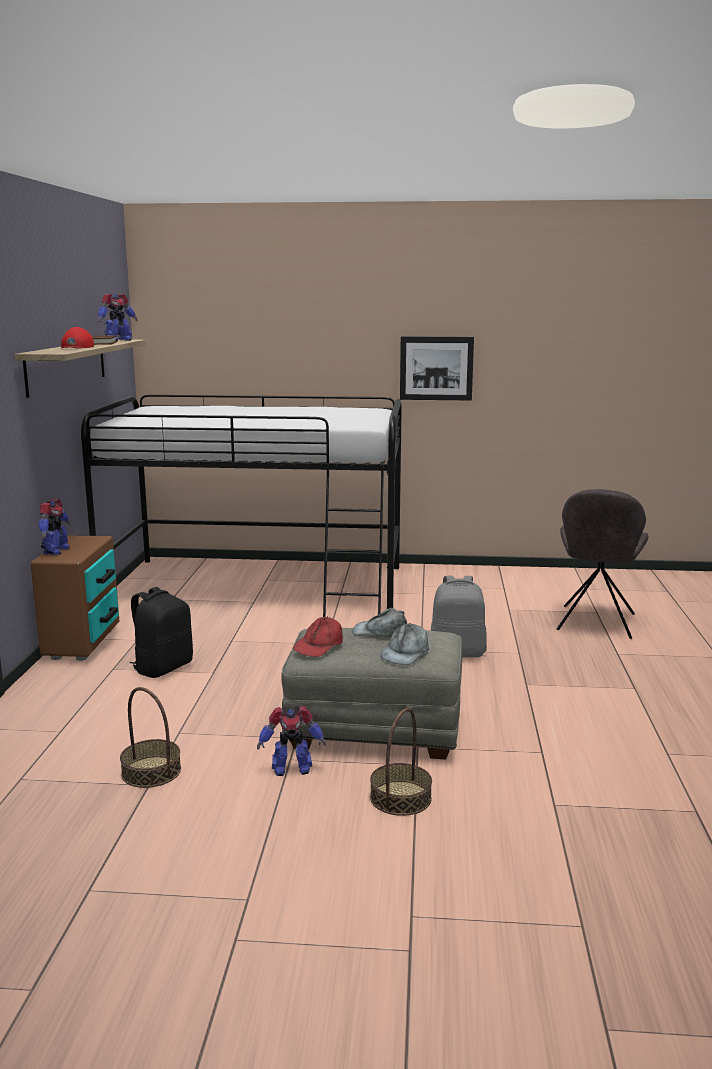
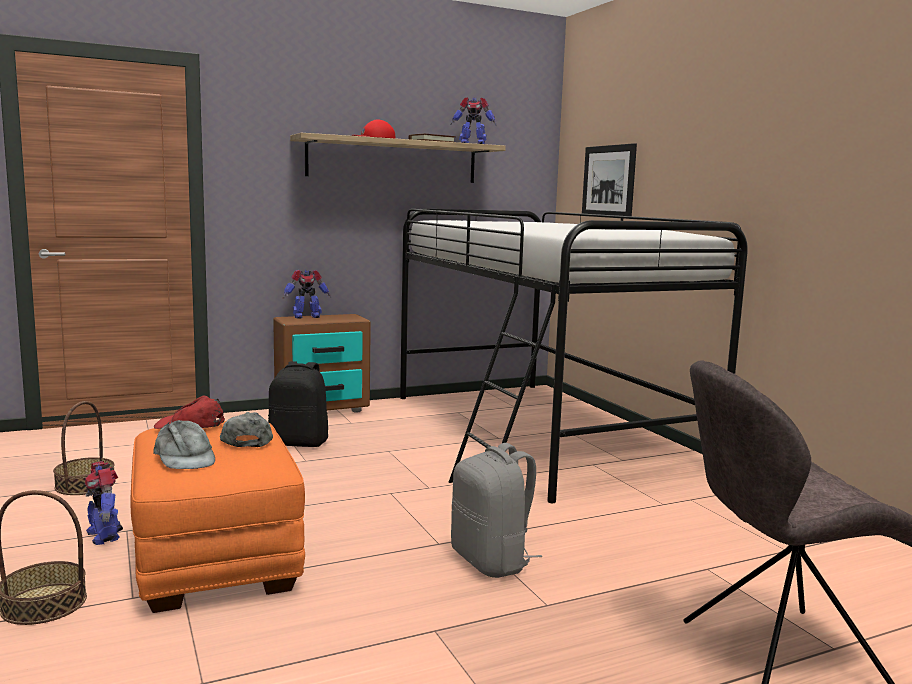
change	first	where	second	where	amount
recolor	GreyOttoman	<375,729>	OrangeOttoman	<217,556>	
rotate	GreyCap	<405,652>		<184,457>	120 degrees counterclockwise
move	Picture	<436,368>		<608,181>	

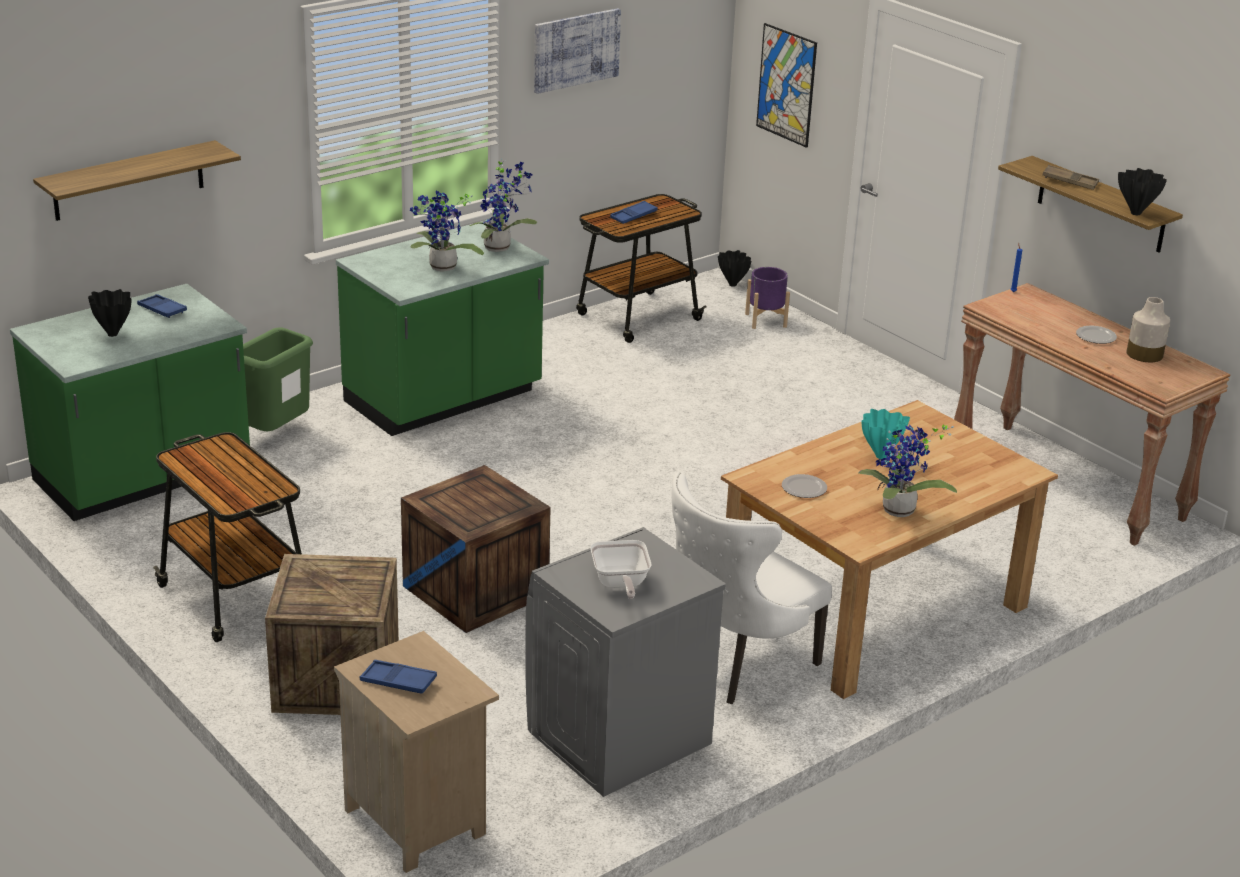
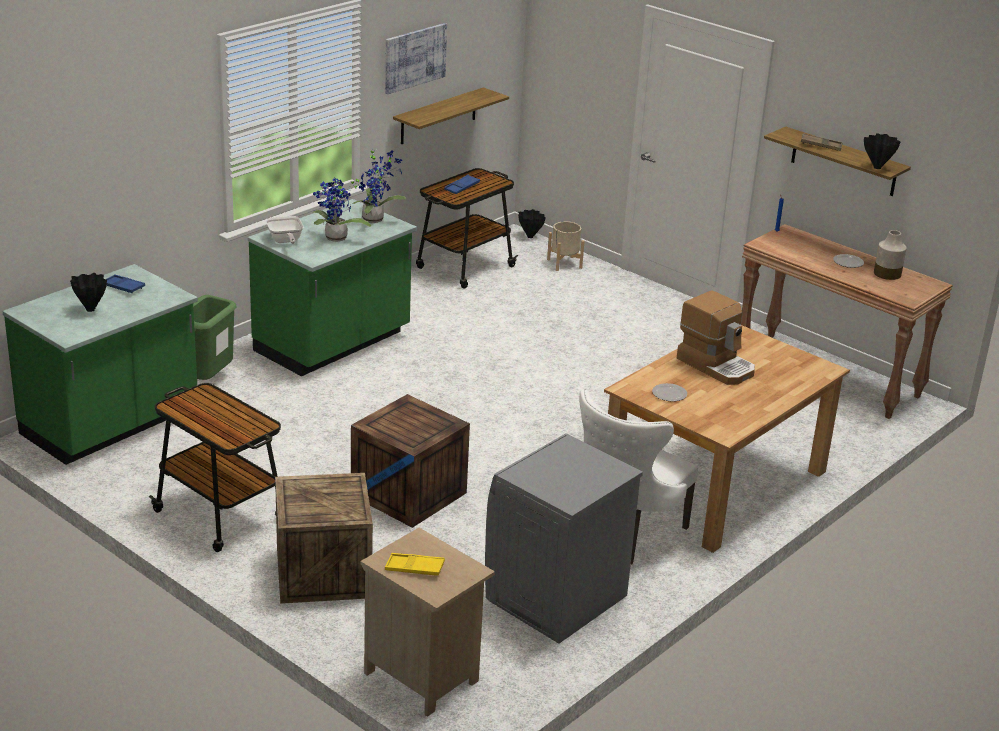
change	first	where	second	where	amount
move	Shelf	<128,181>		<438,116>	
recolor	BlueTray	<398,681>	YellowTray	<414,568>	
move	FryingPan	<620,584>		<285,241>	
recolor	PurplePlanter	<765,320>	BeigePlanter	<564,263>	
delete	Picture	<786,85>			
delete	PottedPlant	<899,512>			
replace	TurquoiseVase	<880,456>	CoffeeMachine	<716,365>	

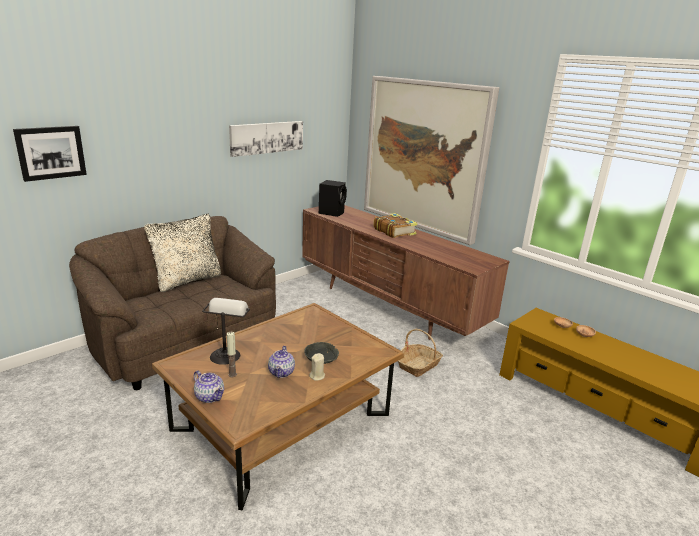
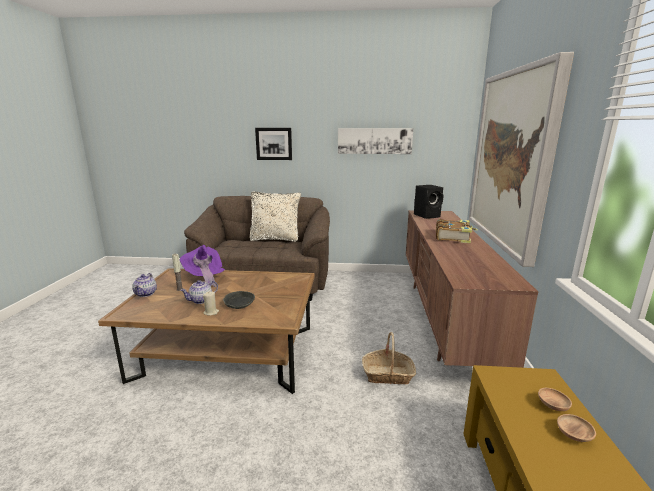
change	first	where	second	where	amount
move	Picture	<51,152>		<274,143>	
replace	TableLamp	<226,352>	PurpleHat	<204,278>	

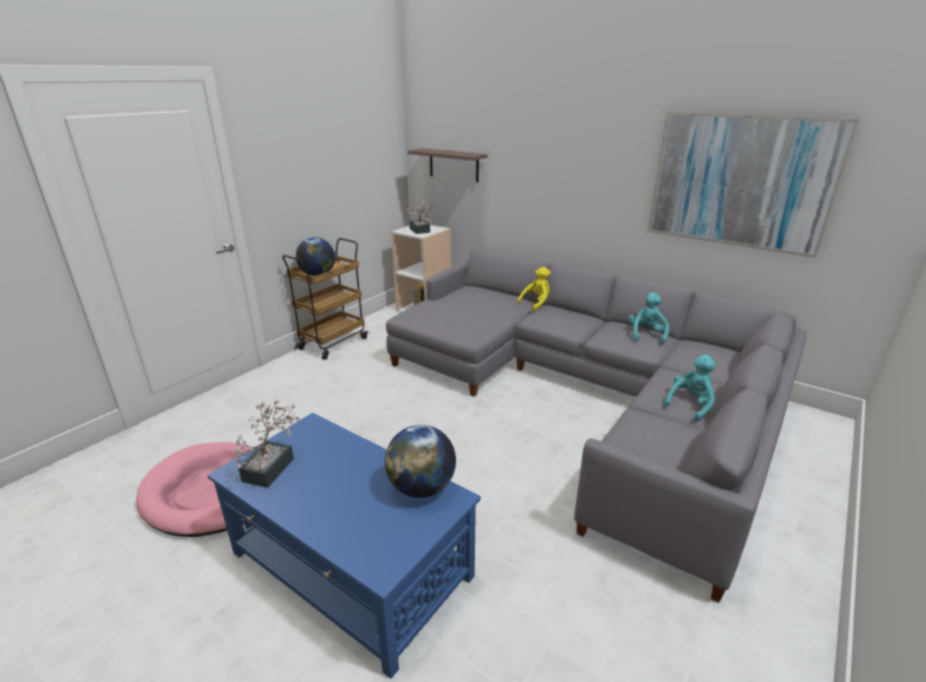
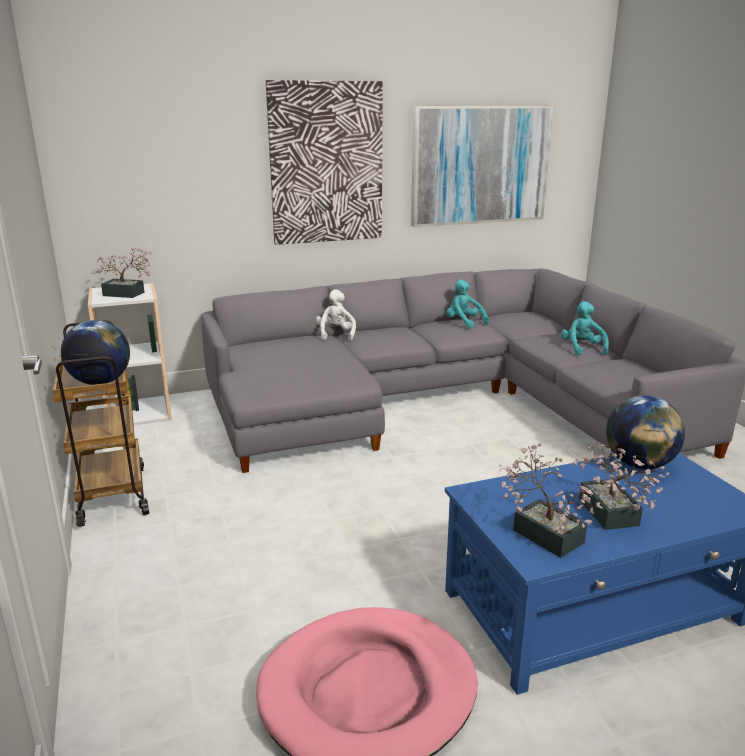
change	first	where	second	where	amount
delete	Shelf	<453,165>			
recolor	YellowPlushToy	<536,303>	WhitePlushToy	<335,335>	
insert			Picture	<326,163>	
insert			PottedPlant	<611,516>	

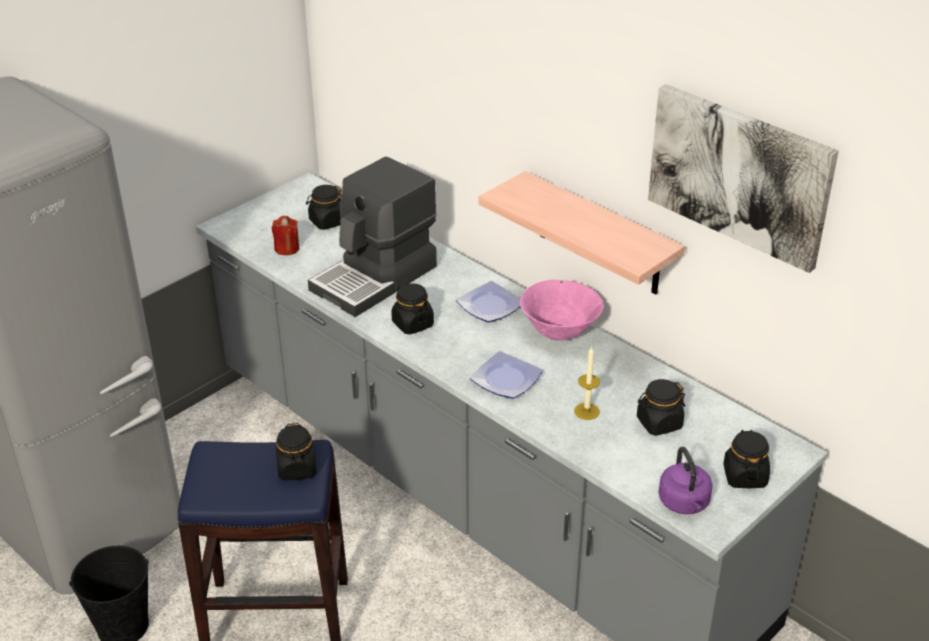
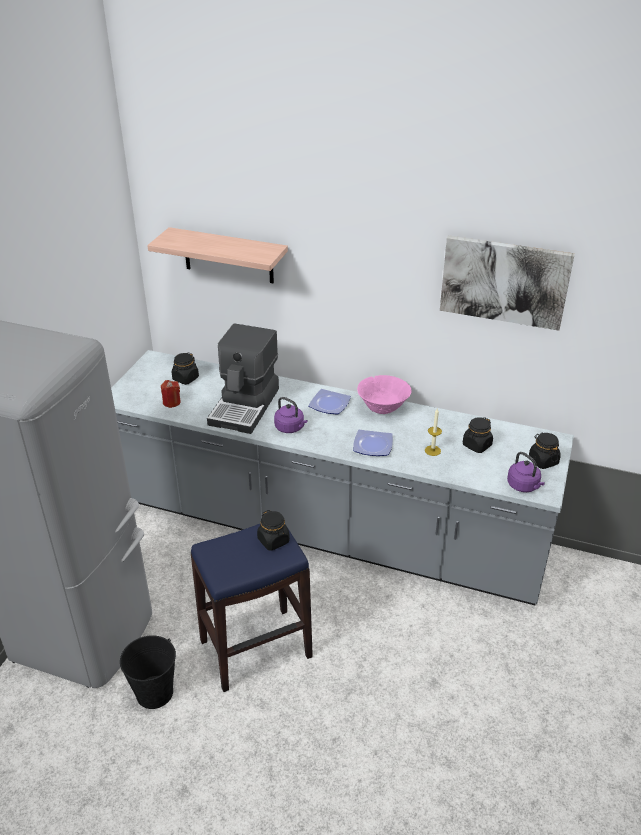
change	first	where	second	where	amount
replace	BlackJar	<412,324>	PurpleKettle	<290,428>	
move	Shelf	<599,235>		<228,256>	

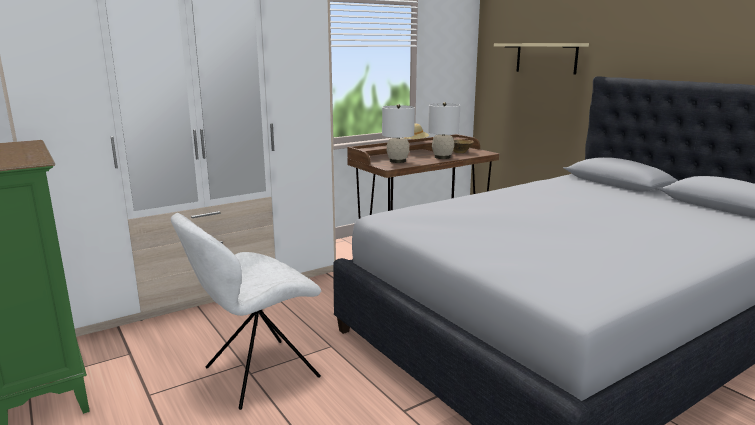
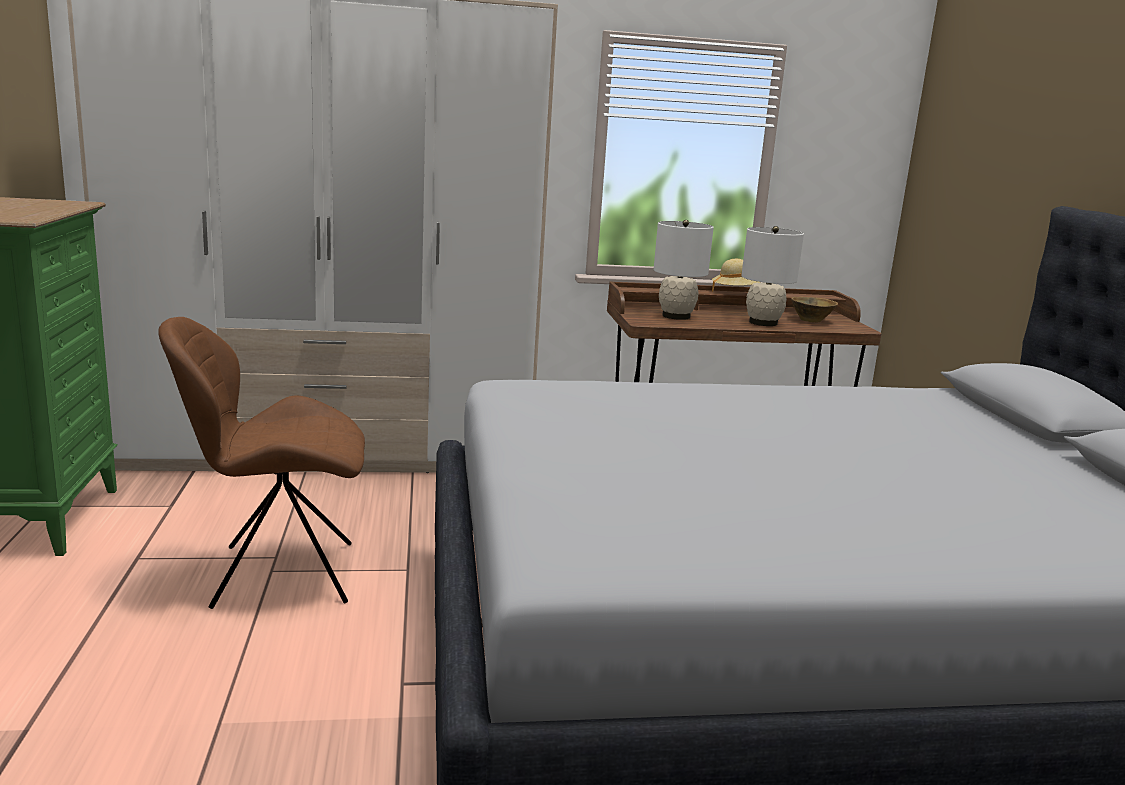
change	first	where	second	where	amount
recolor	WhiteChair	<257,374>	BrownChair	<278,574>	
delete	BeigeShelf	<546,58>			

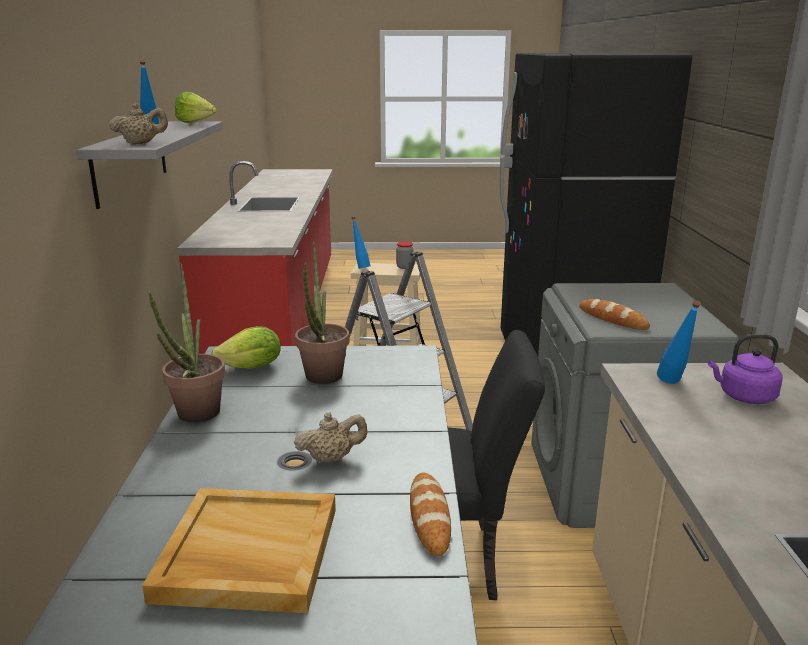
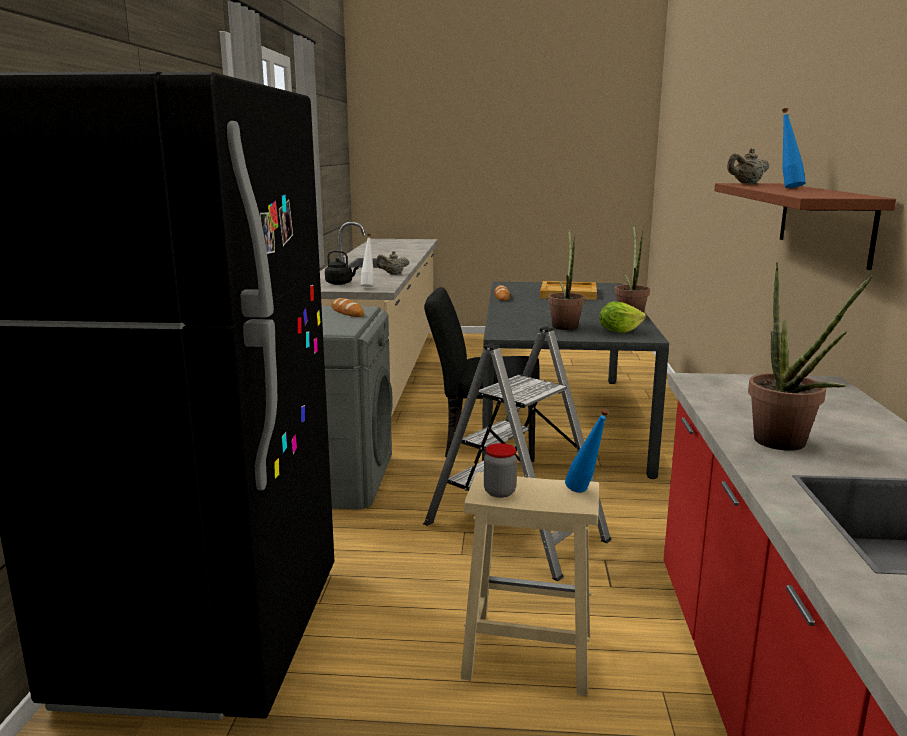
change	first	where	second	where	amount
recolor	GreyShelf	<131,161>	BrownShelf	<824,221>	
delete	Lettuce	<196,124>			
move	BeigeTeapot	<331,458>		<393,274>	
recolor	BlueBottle	<673,385>	WhiteBottle	<368,286>	
recolor	PurpleKettle	<743,396>	BlackKettle	<340,283>	
insert			PottedPlant	<786,445>	

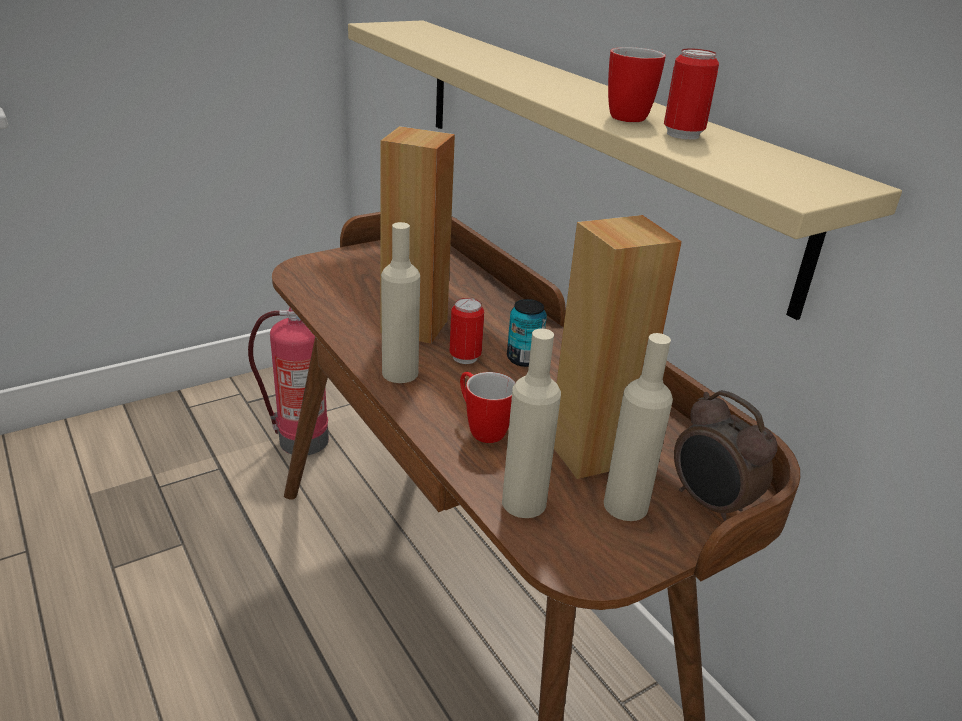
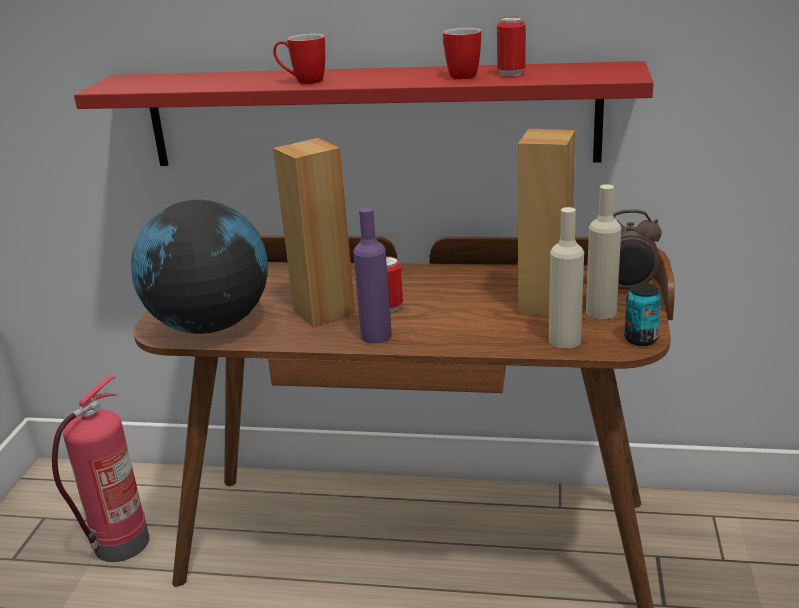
change	first	where	second	where	amount
recolor	BeigeShelf	<582,141>	RedShelf	<368,116>	
recolor	BeigeBottle	<400,373>	PurpleBottle	<376,335>	
move	Mug	<481,428>		<302,81>	
move	Can	<524,359>		<641,339>	
insert			Globe	<210,326>	

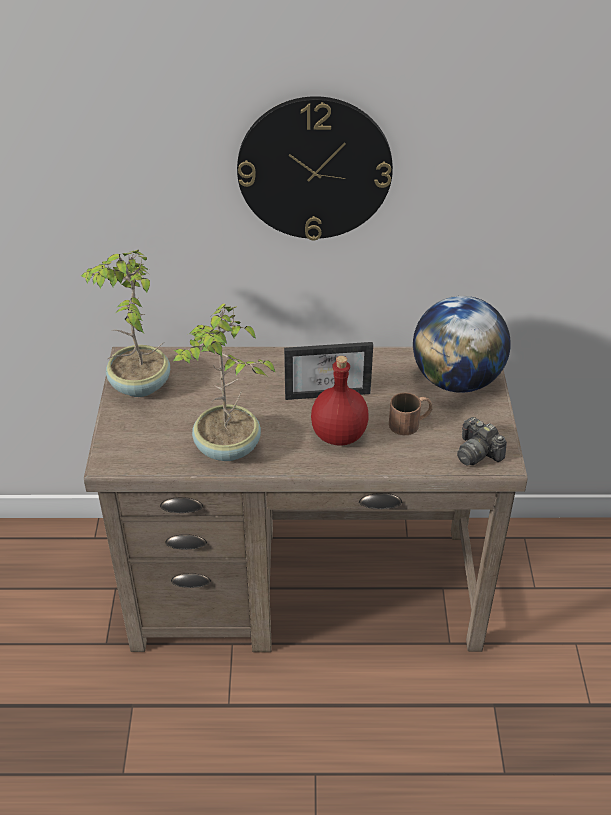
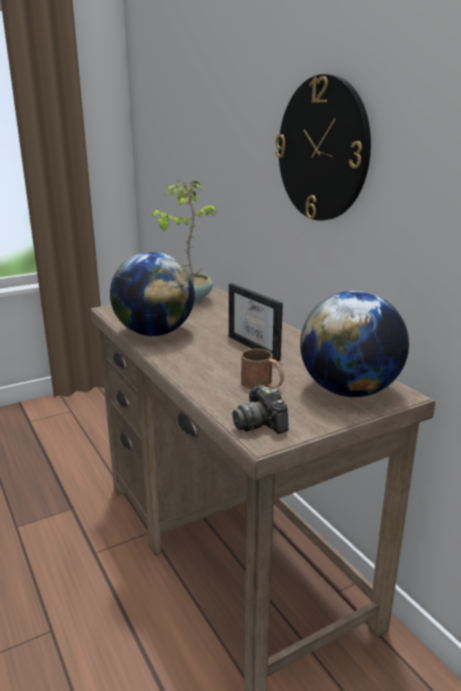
change	first	where	second	where	amount
replace	PottedPlant	<227,449>	Globe	<154,333>	
delete	RedBottle	<339,434>			
rotate	PhotoCamera	<477,452>		<260,423>	45 degrees counterclockwise

